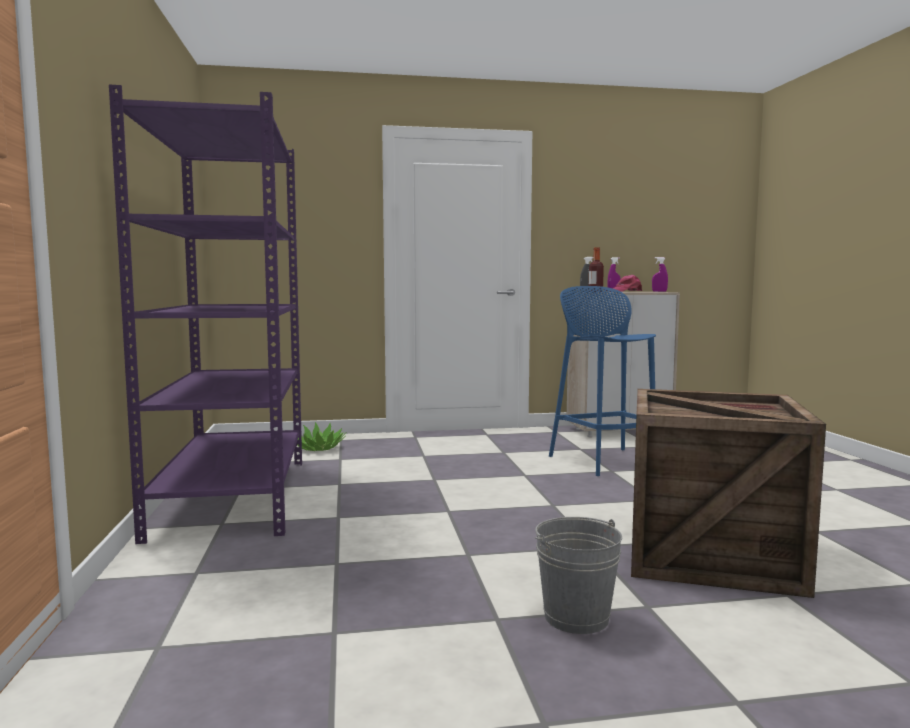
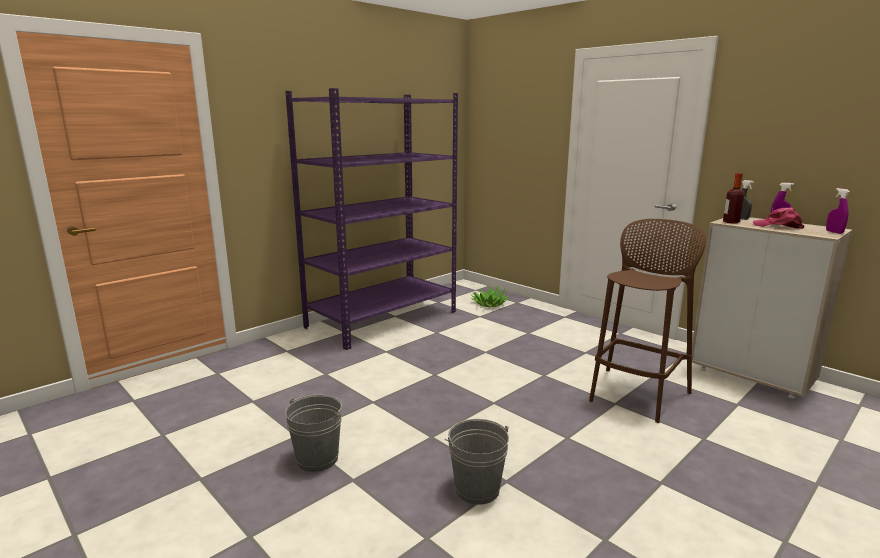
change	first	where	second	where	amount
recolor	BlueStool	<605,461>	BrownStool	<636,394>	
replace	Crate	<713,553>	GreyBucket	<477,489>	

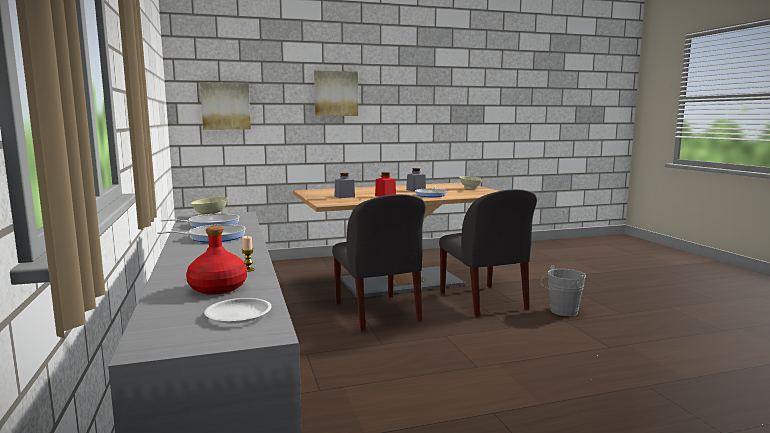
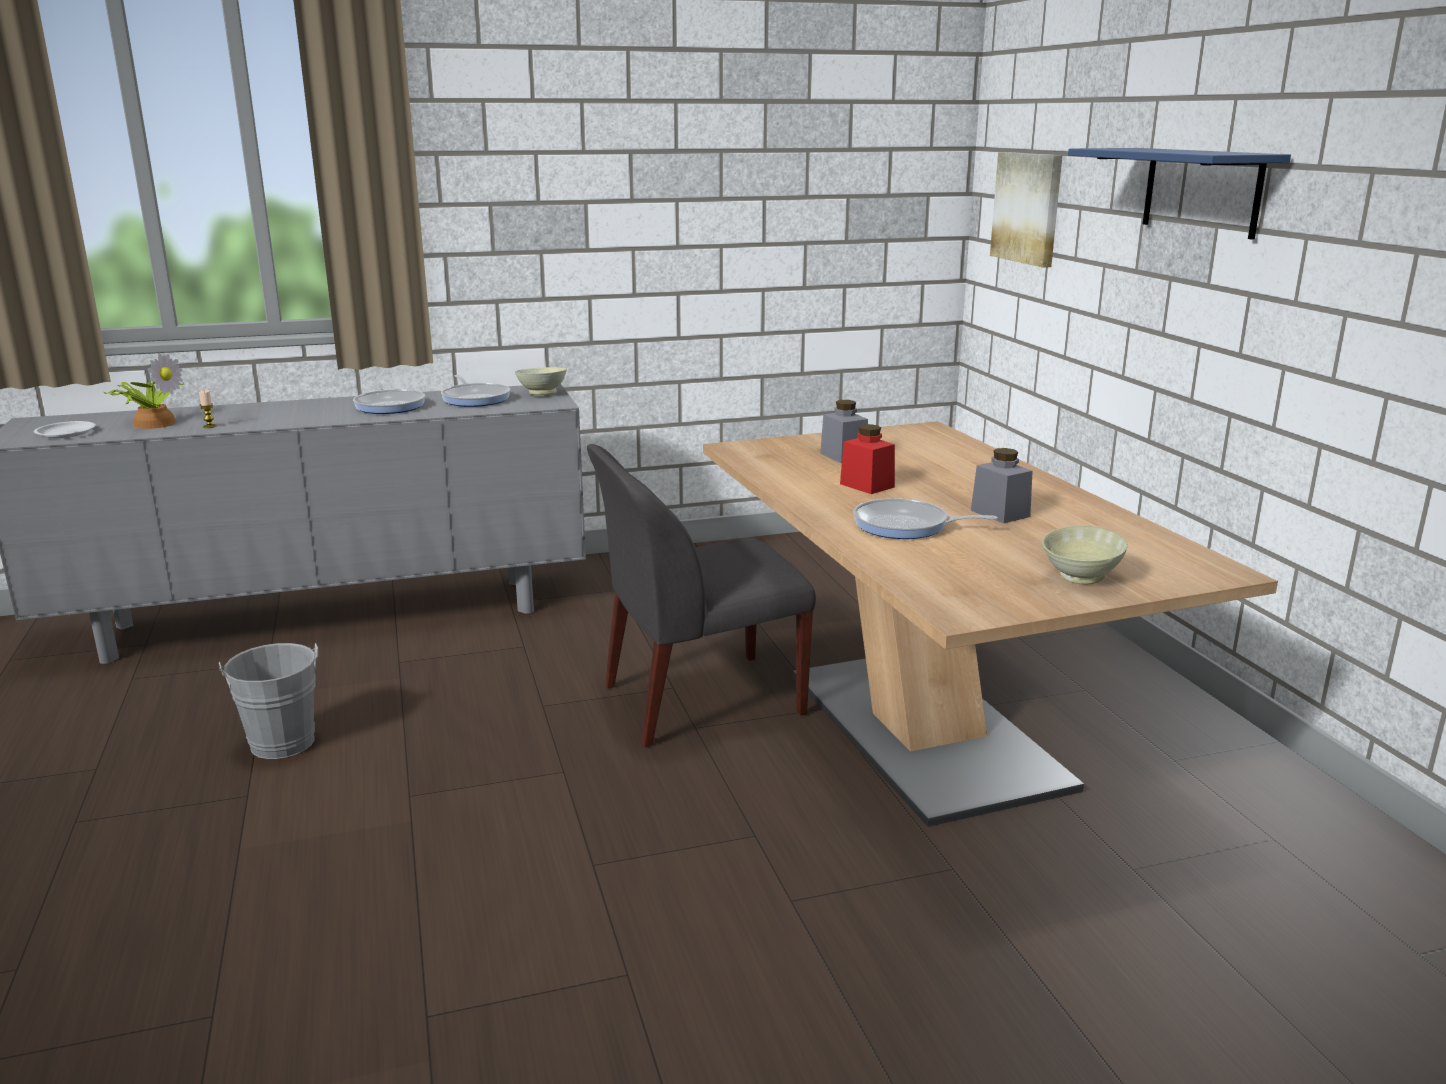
change	first	where	second	where	amount
replace	RedBottle	<217,288>	PottedPlant	<154,423>	
replace	Picture	<336,93>	BlueShelf	<1201,191>	
delete	GreyChair	<484,301>			
move	GreyBucket	<561,312>		<281,739>	

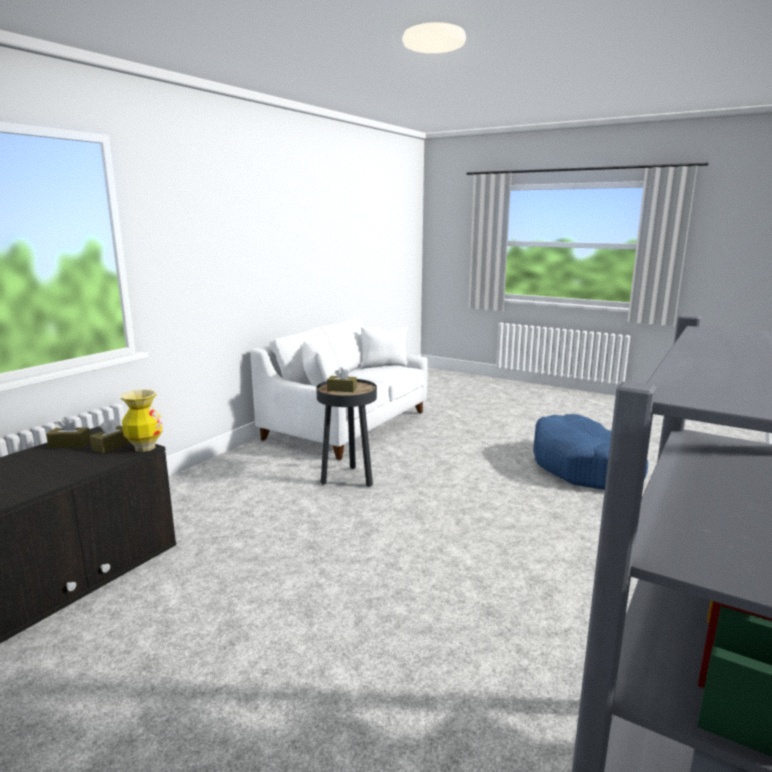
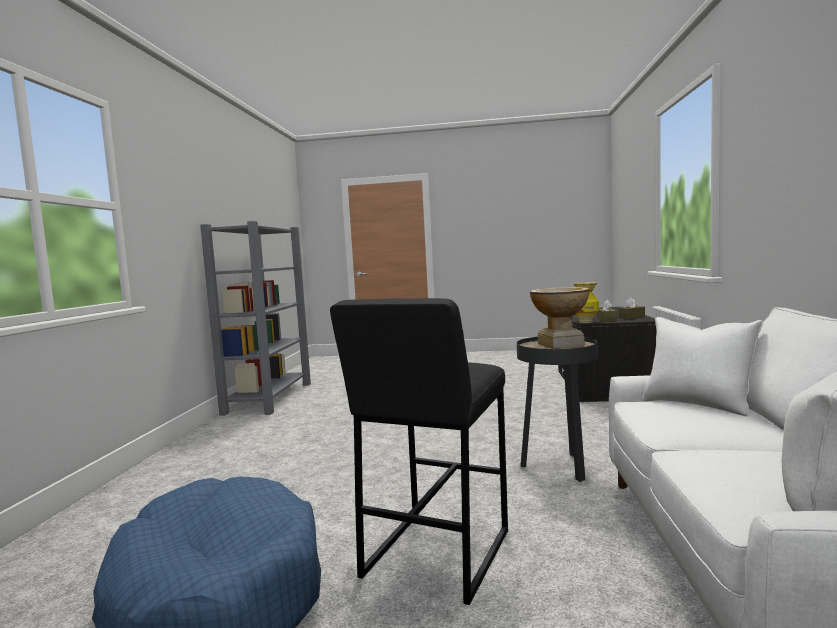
change	first	where	second	where	amount
replace	BrownTissueBox	<342,389>	Vase	<560,344>	
insert			BlackStool	<436,555>	

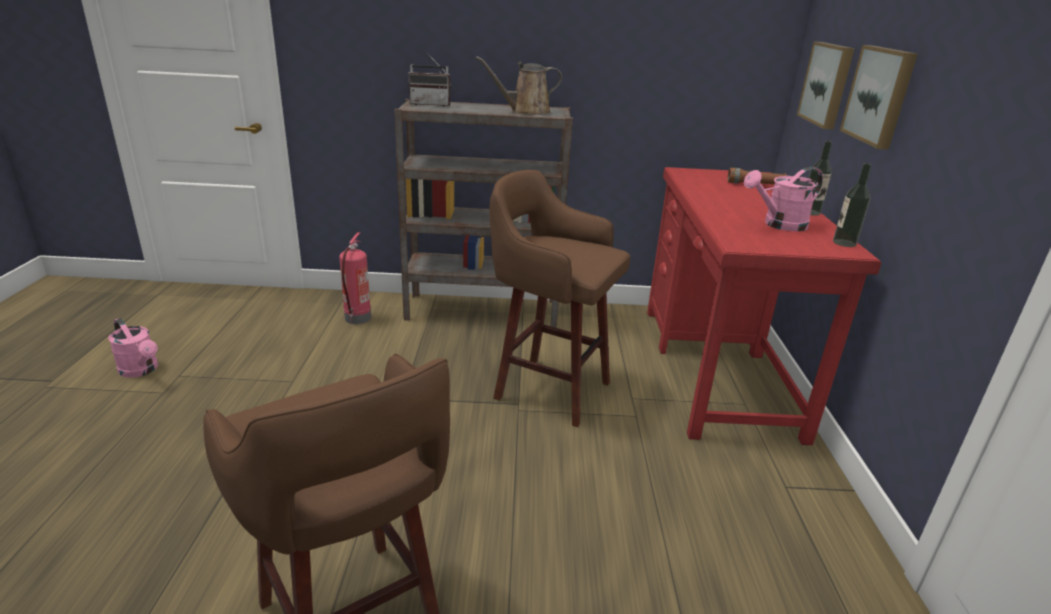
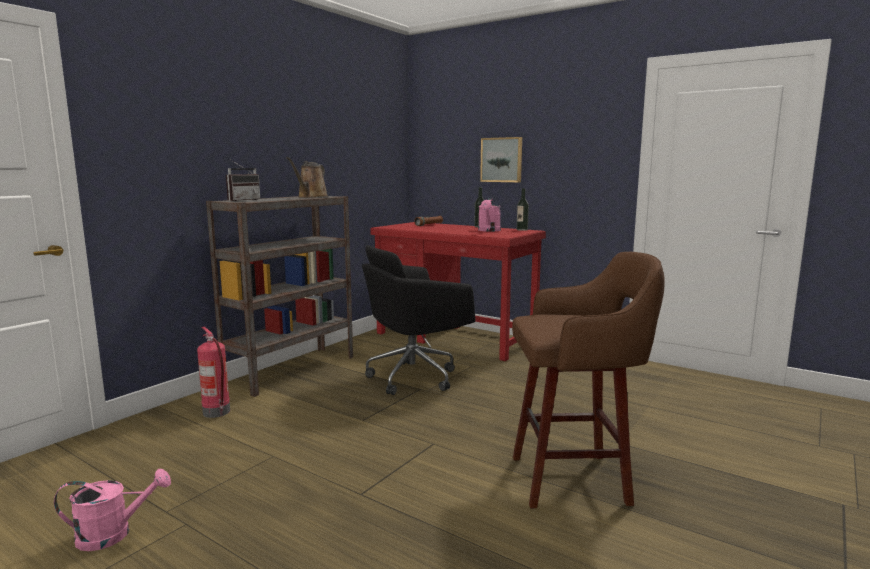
change	first	where	second	where	amount
replace	BrownStool	<548,389>	BlackOfficeChair	<416,377>	
delete	Picture	<827,84>			

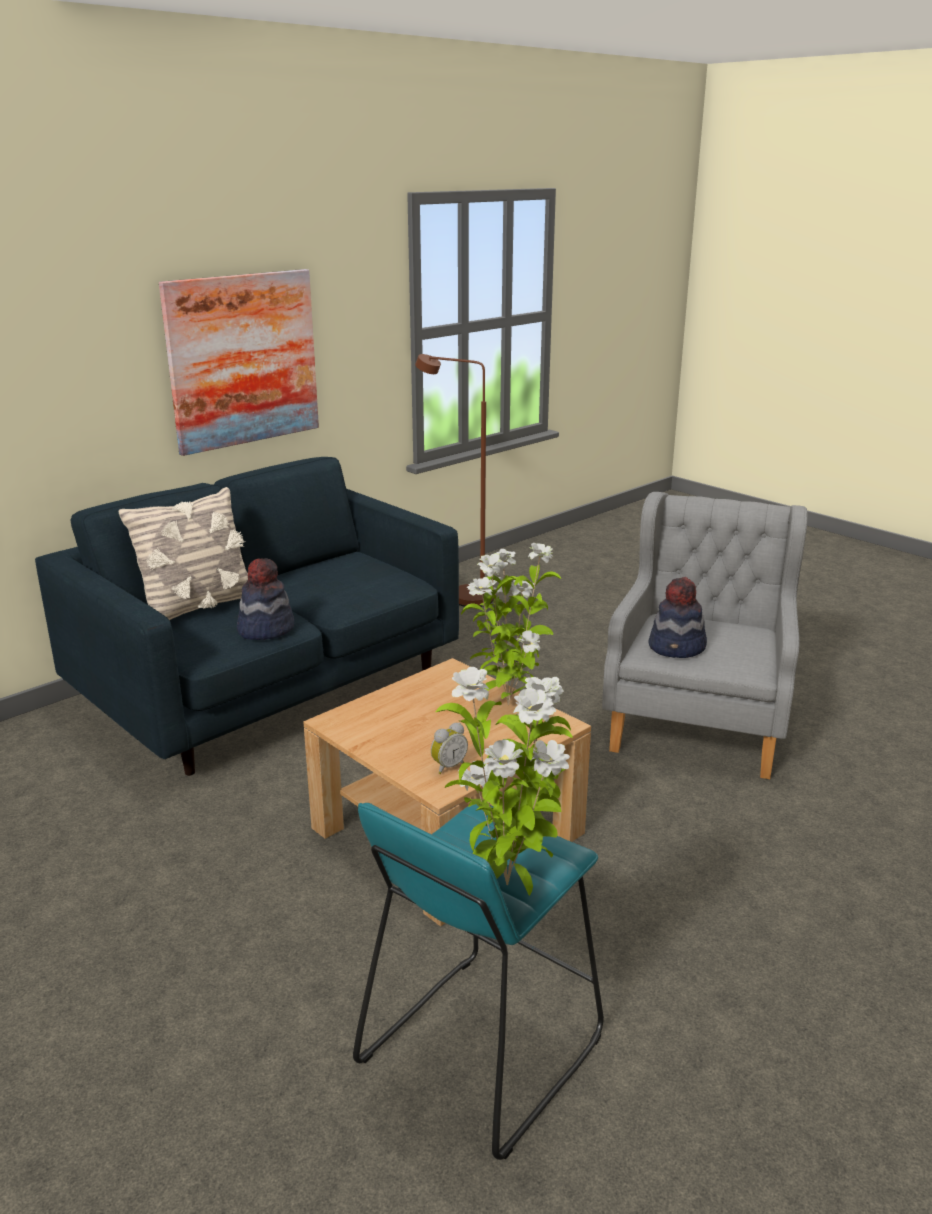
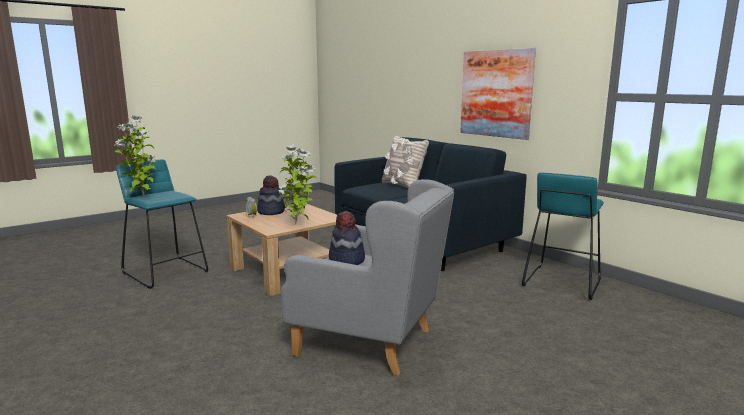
change	first	where	second	where	amount
move	Hat	<265,629>		<271,212>	
replace	BrownFloorLamp	<461,596>	TurquoiseStool	<561,282>	

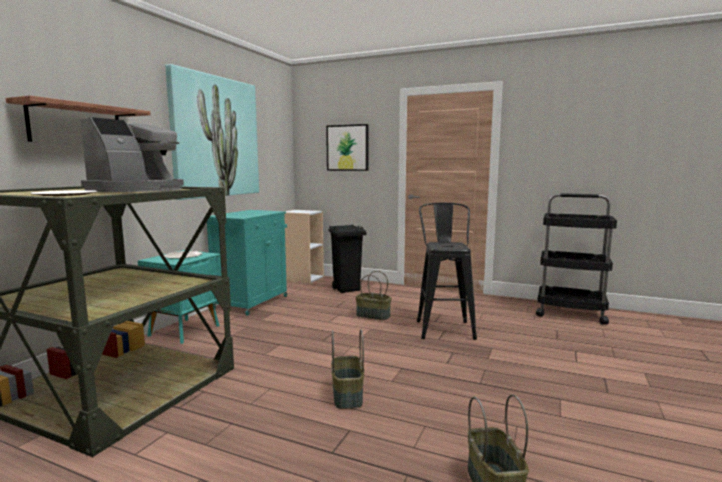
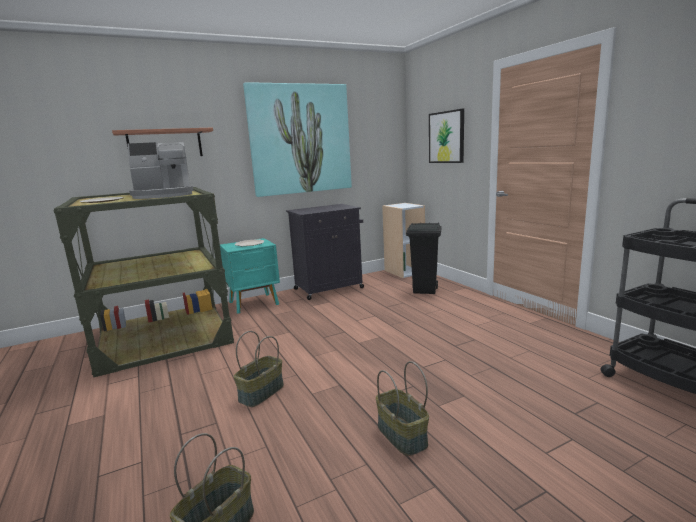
change	first	where	second	where	amount
recolor	TurquoiseCabinet	<252,302>	BlackCabinet	<330,288>	
move	Basket	<372,316>		<401,435>	
delete	BlackStool	<444,327>			

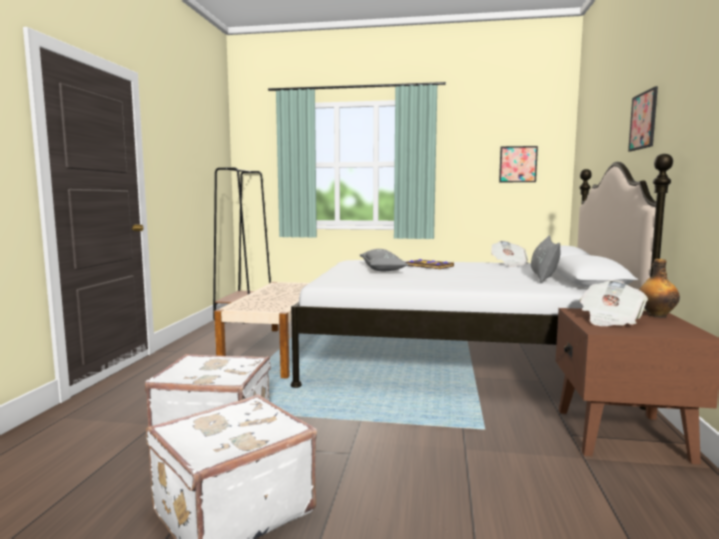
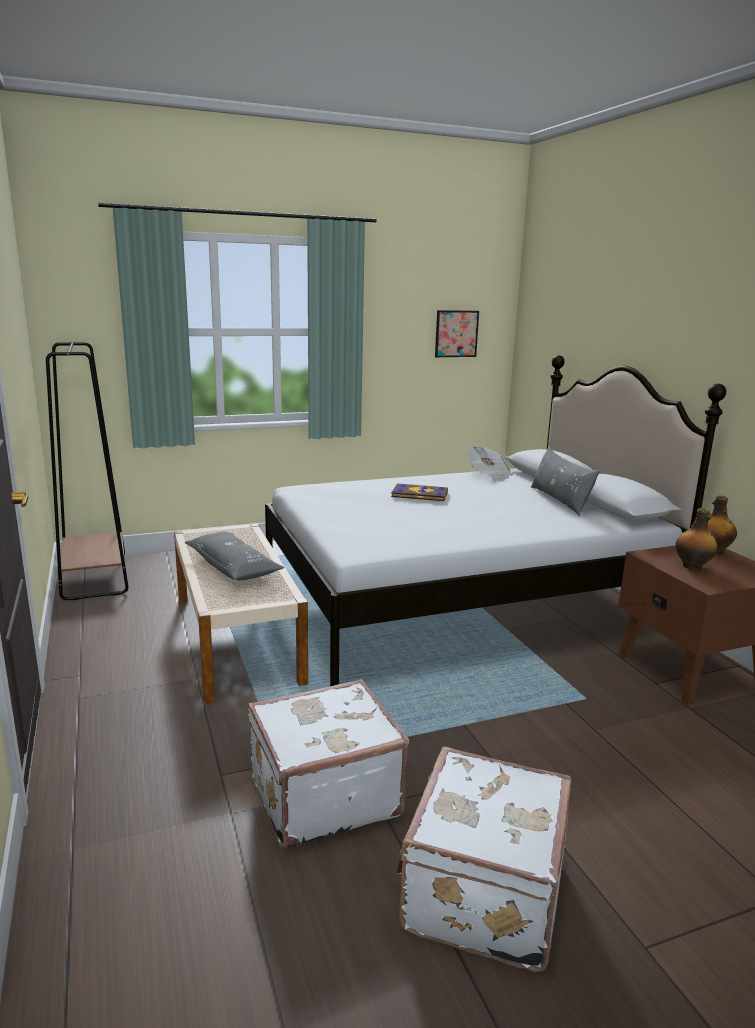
change	first	where	second	where	amount
move	GreyPillow	<382,269>		<233,567>	
replace	Newspaper	<610,320>	Bottle	<692,566>	
delete	Picture	<643,120>			

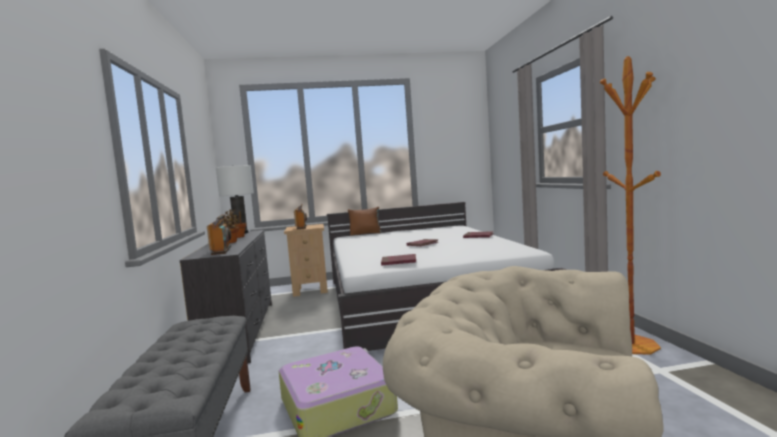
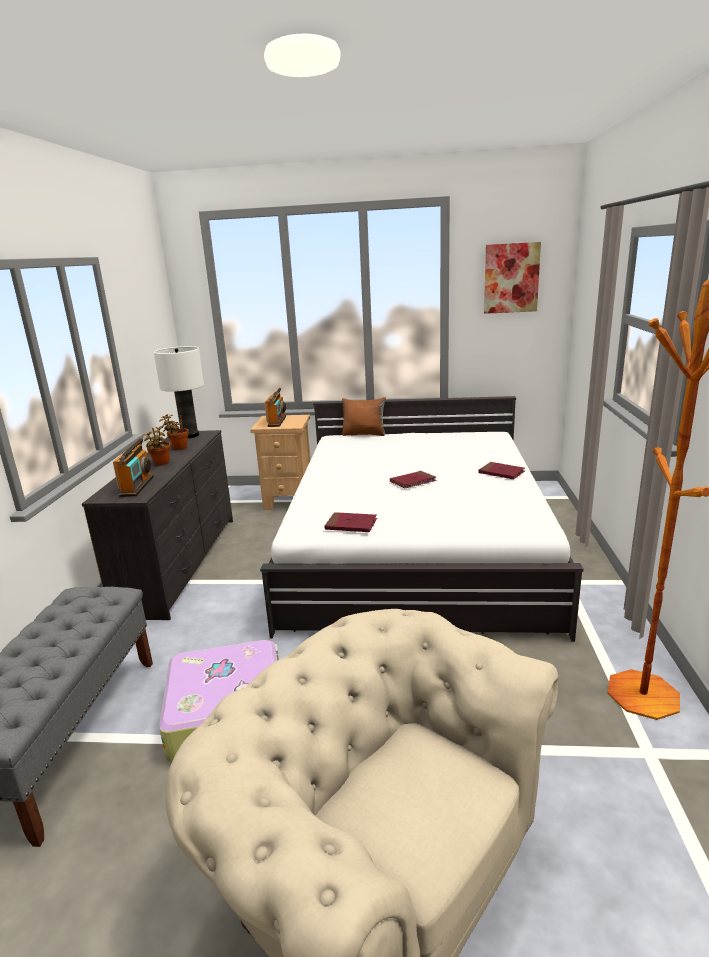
change	first	where	second	where	amount
insert			Picture	<511,278>	

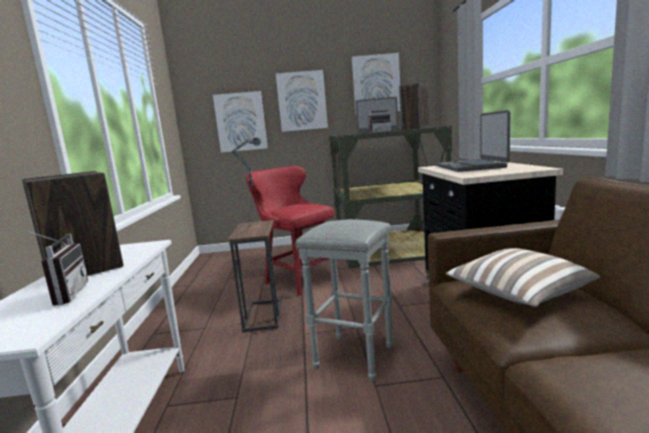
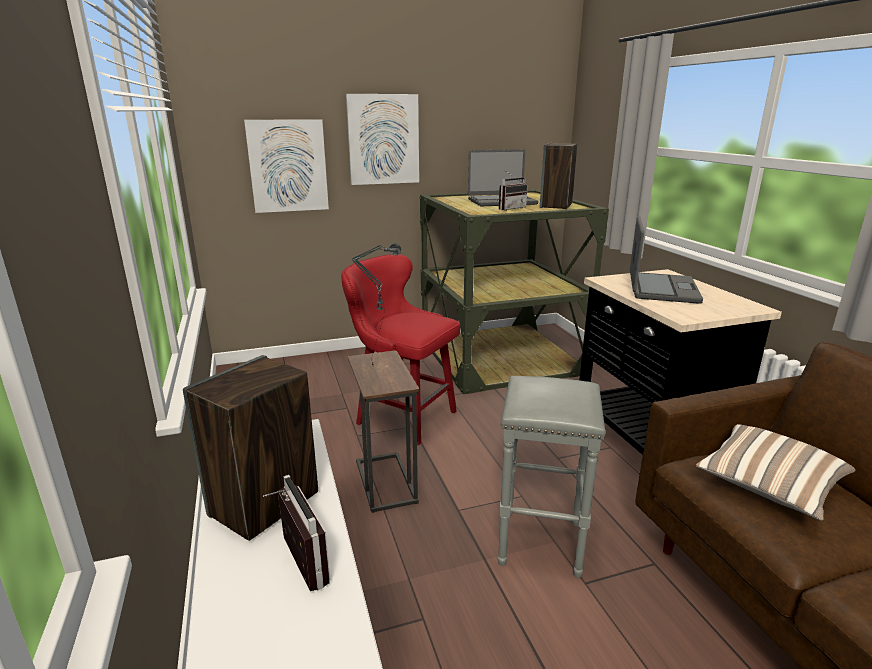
change	first	where	second	where	amount
delete	Picture	<376,84>			
rotate	Laptop	<471,167>		<661,289>	150 degrees counterclockwise

